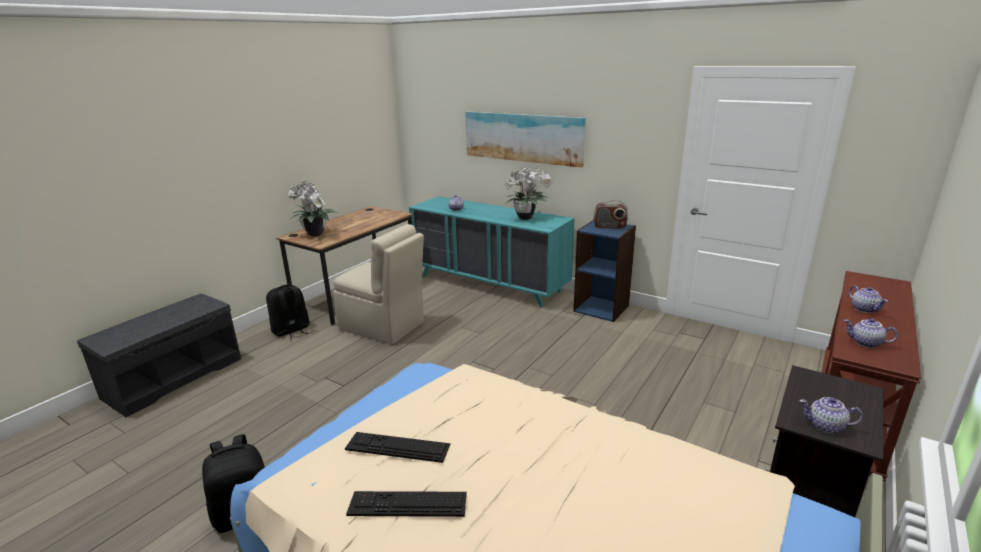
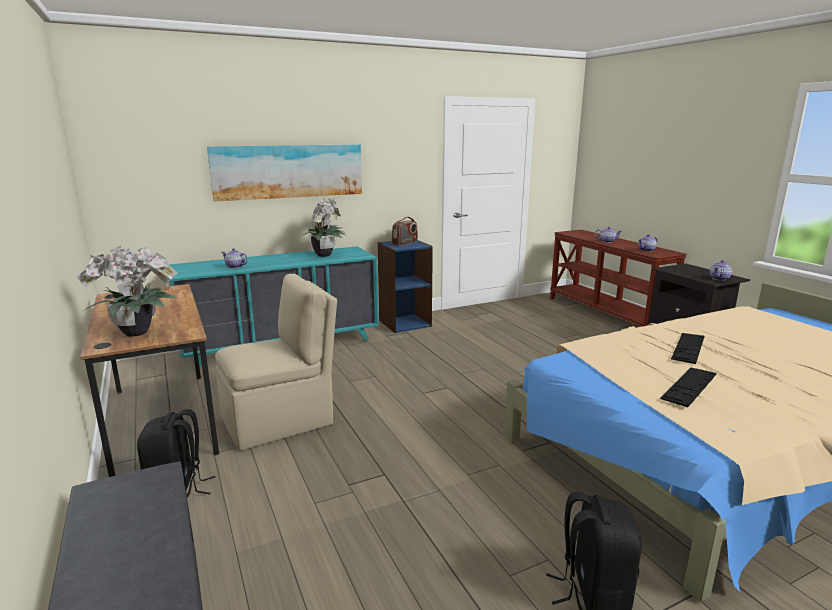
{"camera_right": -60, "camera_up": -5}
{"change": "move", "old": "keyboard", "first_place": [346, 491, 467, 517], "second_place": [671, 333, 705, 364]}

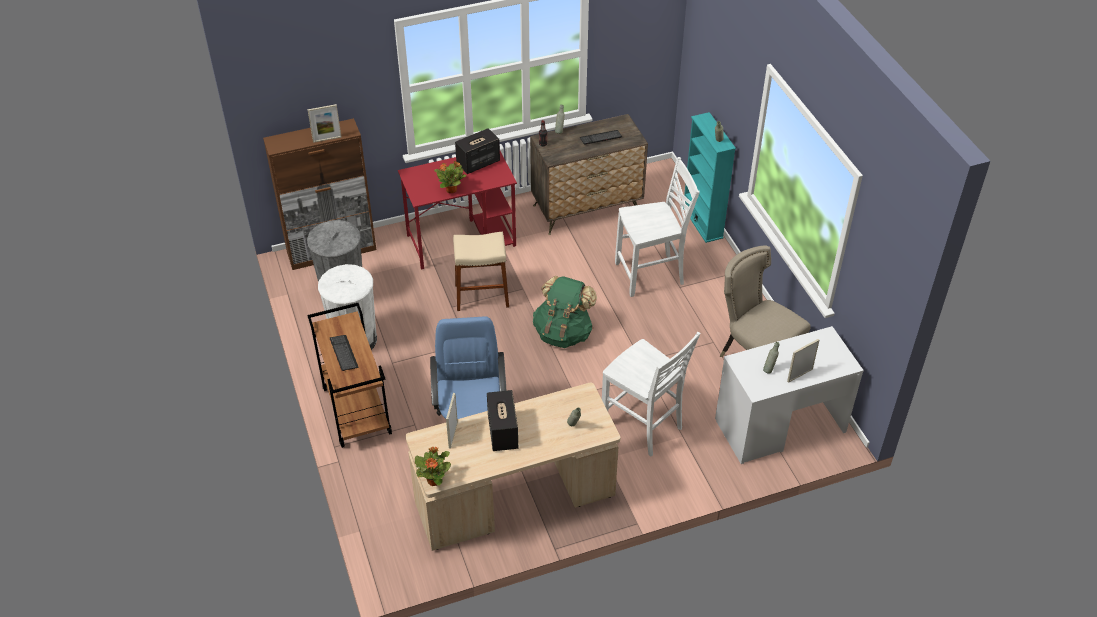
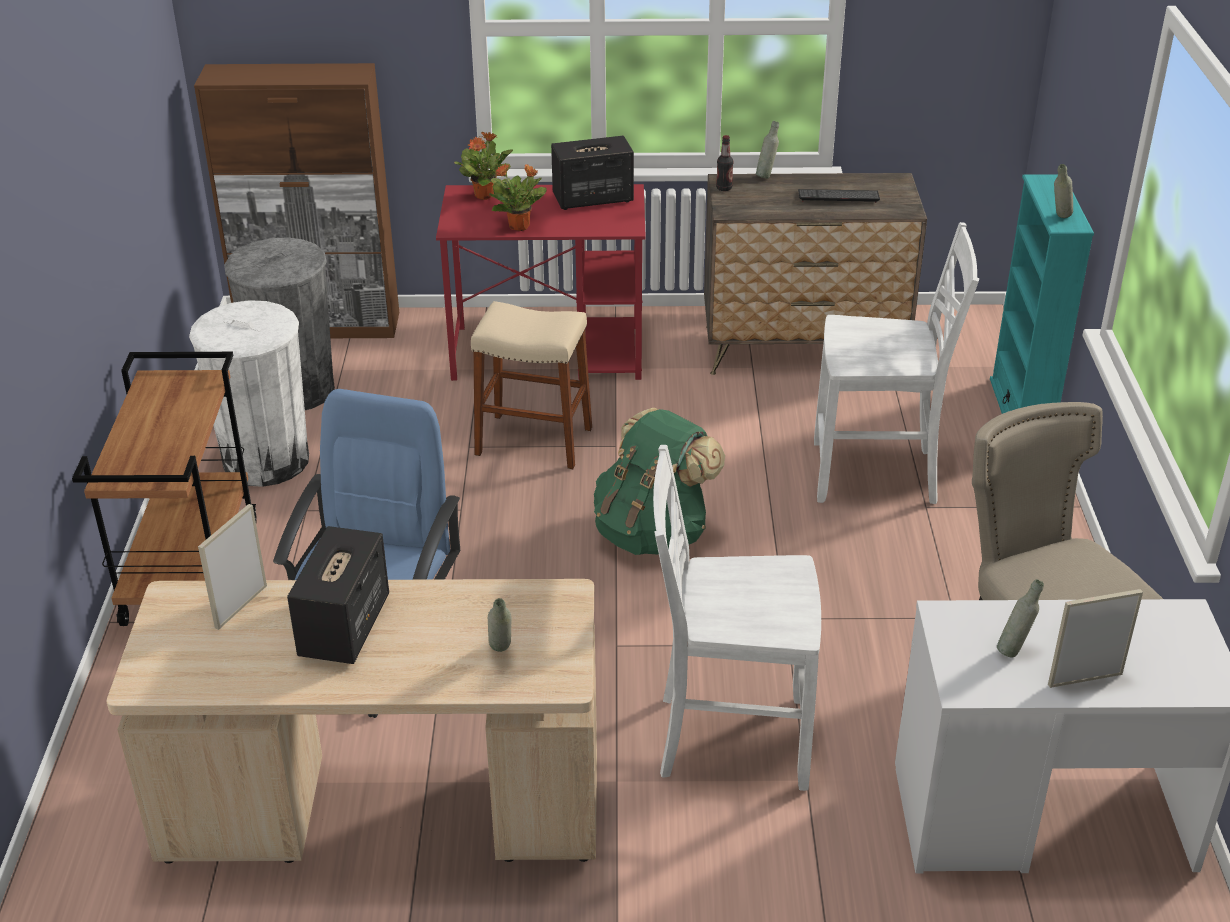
{"camera_right": 20, "camera_up": -10}
{"change": "delete", "old": "picture frame", "first_place": [307, 104, 341, 143]}
{"change": "delete", "old": "keyboard", "first_place": [330, 335, 359, 371]}
{"change": "move", "old": "potted plant", "first_place": [415, 446, 451, 486], "second_place": [454, 132, 513, 200]}
{"change": "rotate", "old": "white chair", "first_place": [602, 332, 700, 457], "second_place": [653, 445, 821, 791], "degrees": 120}

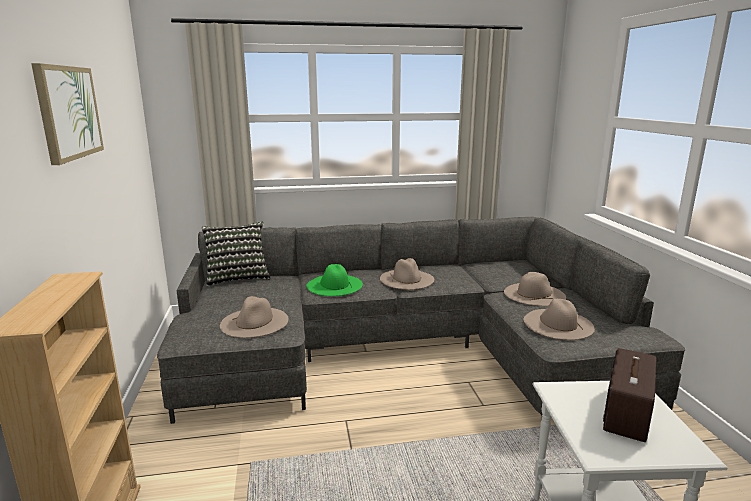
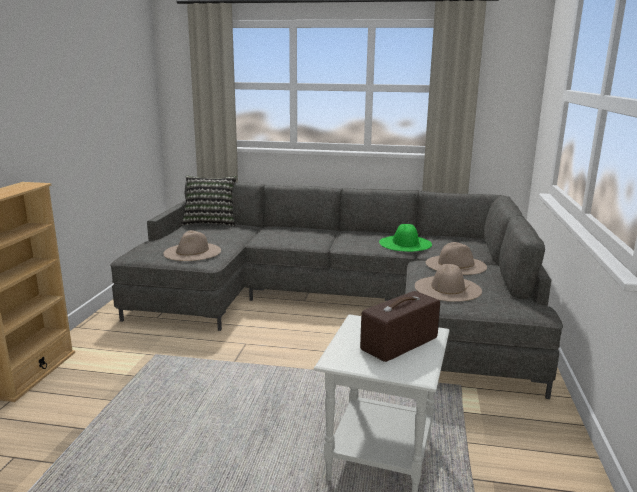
{"camera_right": 20, "camera_up": 0}
{"change": "delete", "old": "picture", "first_place": [31, 63, 104, 165]}
{"change": "delete", "old": "beige hat", "first_place": [380, 258, 434, 290]}
{"change": "move", "old": "green hat", "first_place": [307, 264, 363, 296], "second_place": [379, 224, 432, 252]}

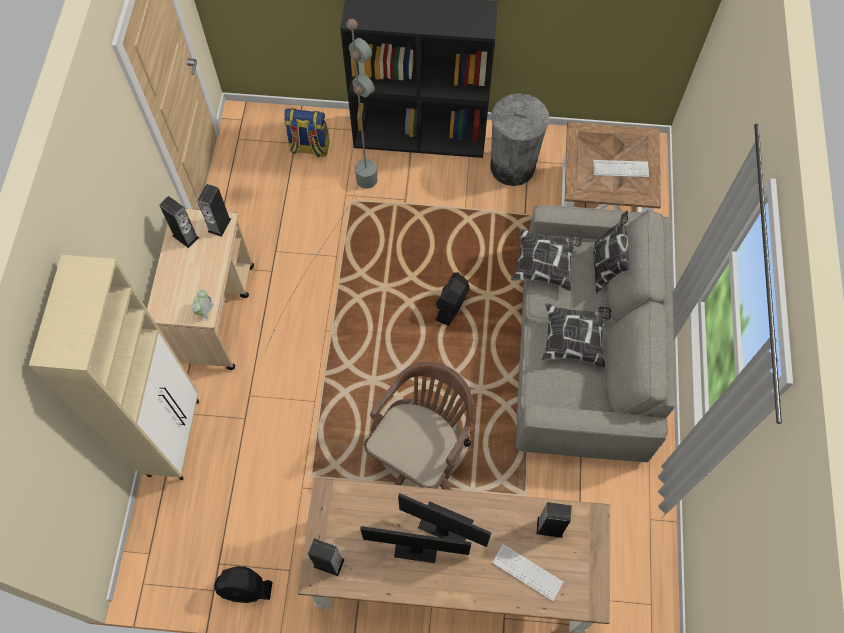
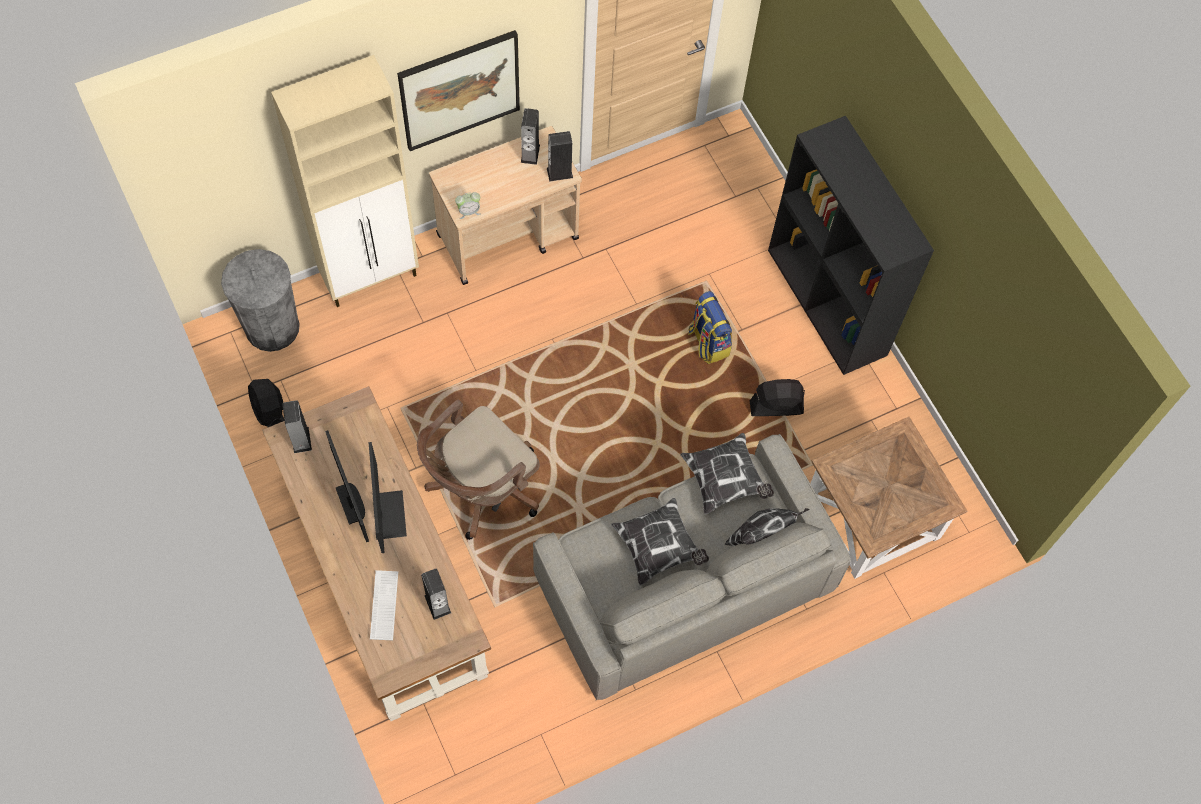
{"camera_right": 55, "camera_up": 0}
{"change": "delete", "old": "grey floor lamp", "first_place": [264, 19, 377, 354]}
{"change": "delete", "old": "keyboard", "first_place": [593, 160, 649, 177]}
{"change": "insert", "new": "picture", "second_place": [397, 30, 520, 151]}
{"change": "move", "old": "backpack", "first_place": [284, 108, 329, 158], "second_place": [688, 291, 732, 364]}
{"change": "move", "old": "black fan", "first_place": [436, 272, 469, 326], "second_place": [750, 379, 805, 416]}
{"change": "move", "old": "grey trash can", "first_place": [491, 93, 549, 186], "second_place": [221, 249, 300, 352]}
{"change": "rotate", "old": "brown office chair", "first_place": [364, 362, 474, 490], "second_place": [417, 400, 540, 540], "degrees": 135}

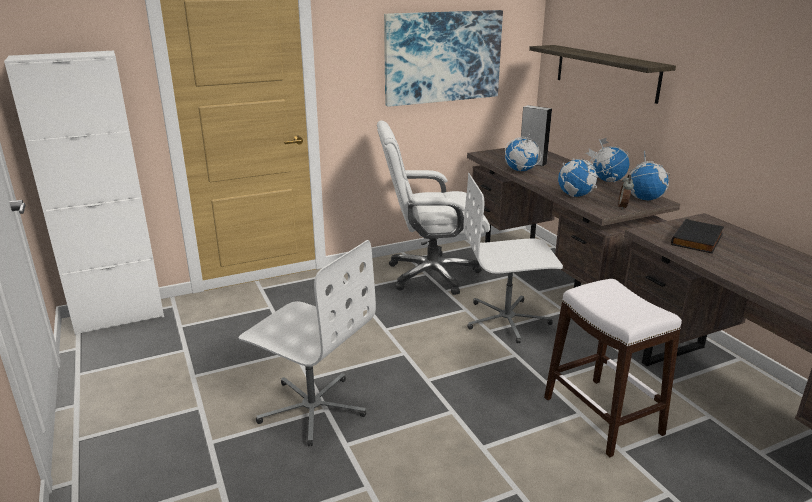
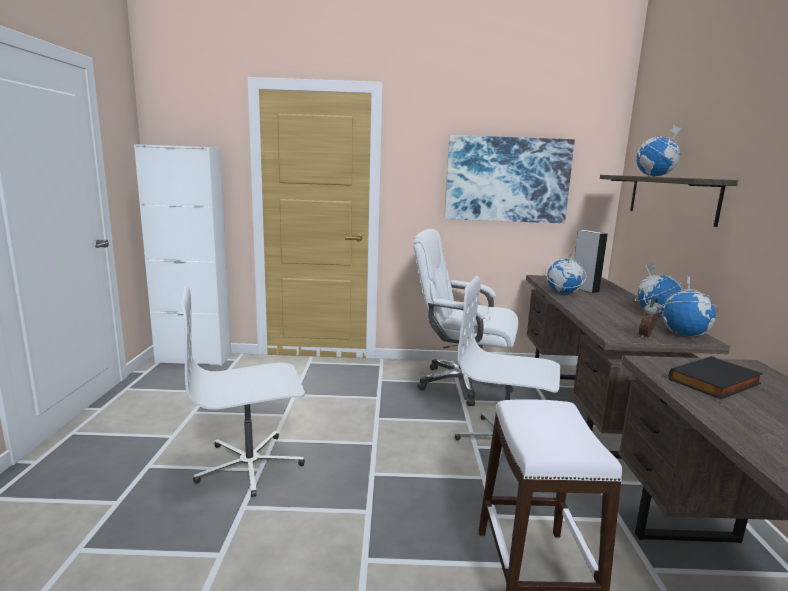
{"camera_right": 25, "camera_up": -10}
{"change": "move", "old": "globe", "first_place": [558, 148, 598, 197], "second_place": [636, 125, 682, 176]}
{"change": "rotate", "old": "white office chair", "first_place": [239, 240, 376, 446], "second_place": [181, 286, 305, 497], "degrees": 105}

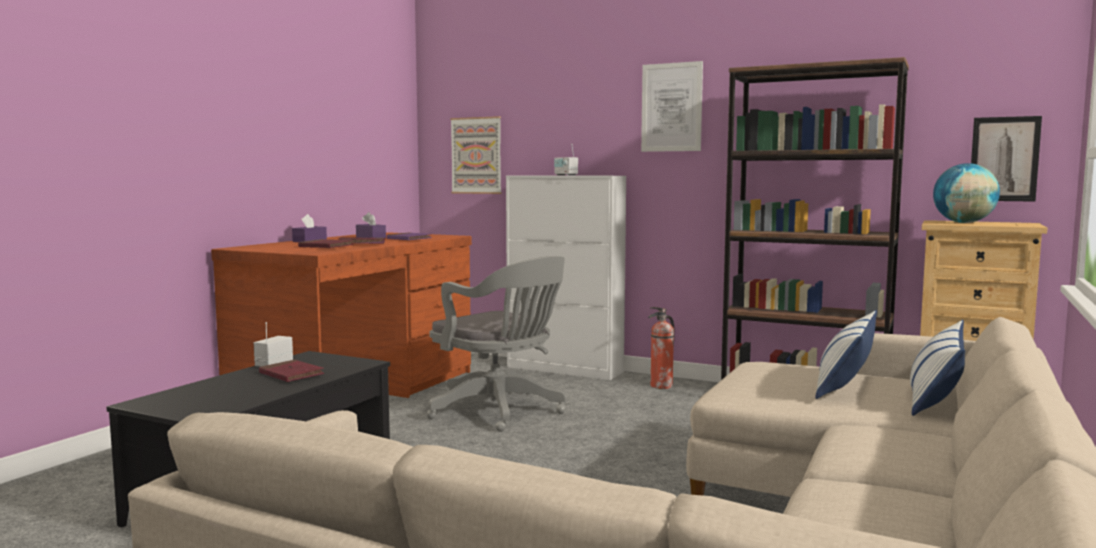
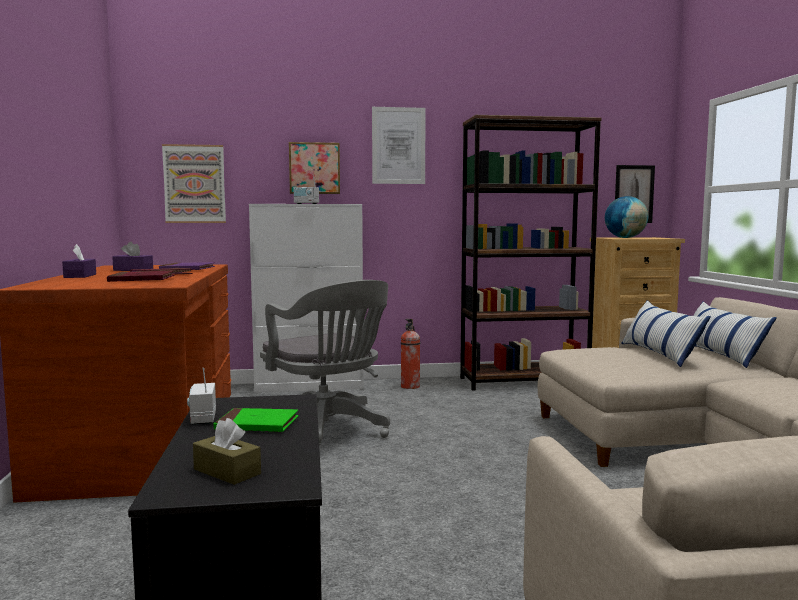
{"camera_right": -35, "camera_up": 0}
{"change": "insert", "new": "brown tissue box", "second_place": [193, 418, 261, 485]}
{"change": "insert", "new": "picture", "second_place": [289, 142, 340, 194]}
{"change": "recolor", "old": "red book", "new": "green book", "first_place": [259, 360, 324, 382], "second_place": [214, 408, 299, 432]}
{"change": "rotate", "old": "grey office chair", "first_place": [427, 256, 566, 432], "second_place": [260, 280, 390, 445], "degrees": 45}

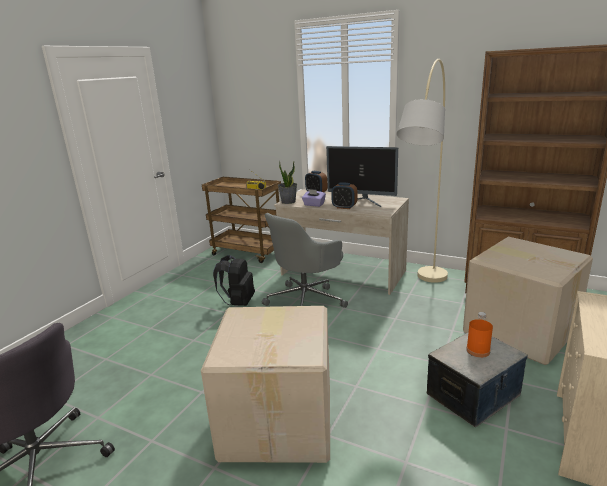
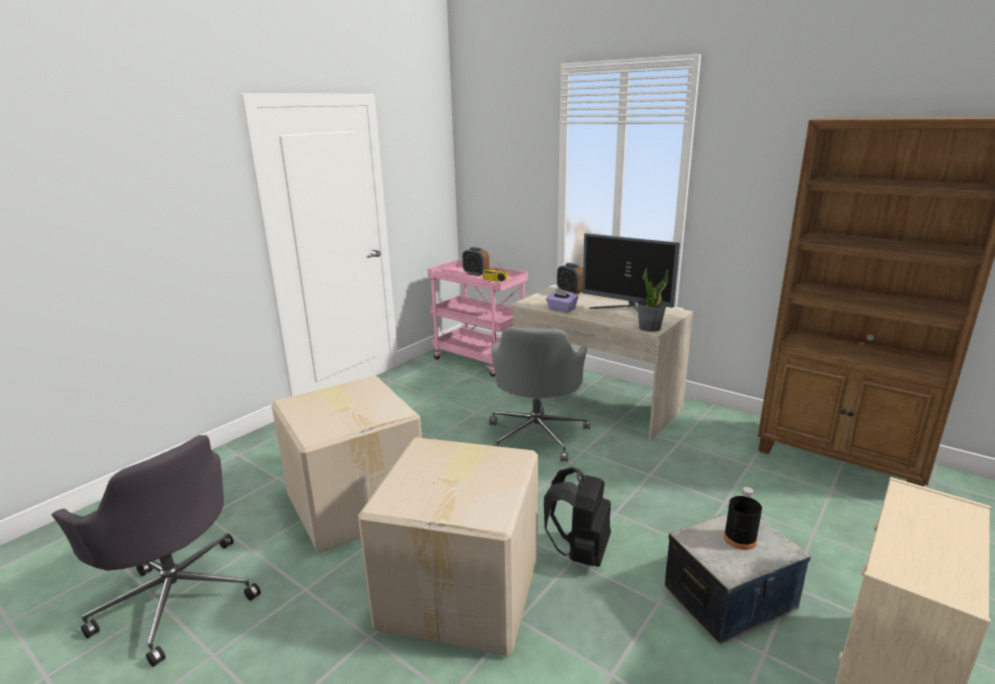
{"camera_right": 10, "camera_up": 0}
{"change": "delete", "old": "beige floor lamp", "first_place": [396, 59, 448, 283]}
{"change": "move", "old": "black backpack", "first_place": [213, 255, 255, 306], "second_place": [544, 467, 611, 567]}
{"change": "move", "old": "potted plant", "first_place": [278, 161, 297, 204], "second_place": [637, 268, 668, 332]}
{"change": "move", "old": "alarm clock", "first_place": [331, 182, 357, 209], "second_place": [462, 247, 489, 276]}
{"change": "move", "old": "cardboard box", "first_place": [463, 237, 593, 365], "second_place": [271, 375, 422, 553]}
{"change": "recolor", "old": "brown cart", "new": "pink cart", "first_place": [202, 177, 281, 263], "second_place": [428, 260, 528, 377]}
{"change": "recolor", "old": "orange bottle", "new": "black bottle", "first_place": [466, 312, 493, 358], "second_place": [724, 487, 762, 550]}
{"change": "rotate", "old": "grey office chair", "first_place": [262, 213, 348, 308], "second_place": [489, 327, 590, 462], "degrees": -45}

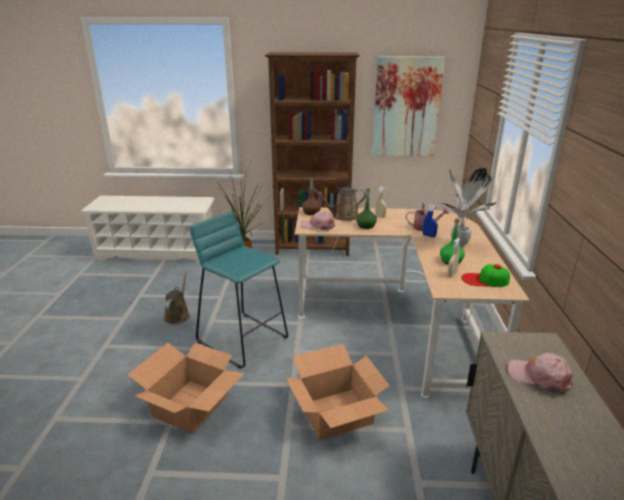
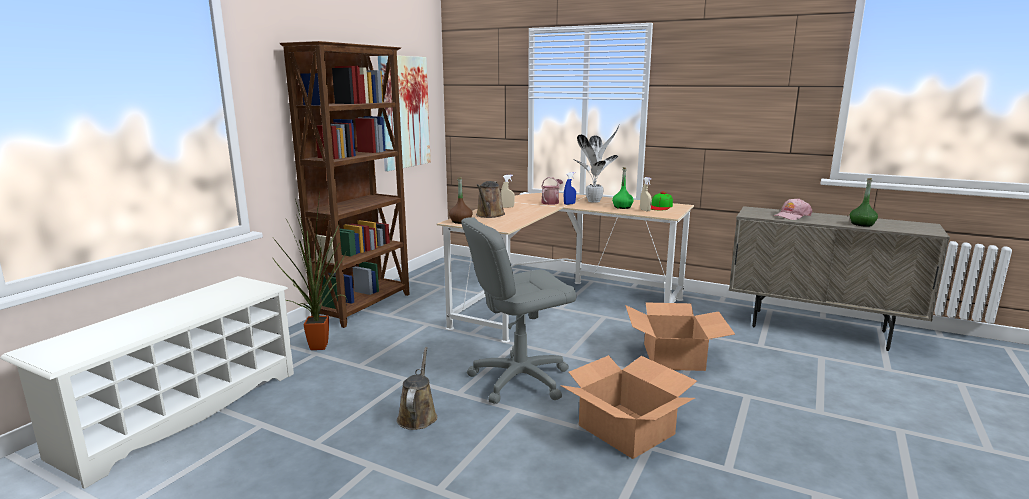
{"camera_right": -65, "camera_up": -10}
{"change": "delete", "old": "pink cap", "first_place": [301, 211, 335, 230]}
{"change": "move", "old": "green bottle", "first_place": [356, 188, 377, 229], "second_place": [850, 178, 878, 227]}
{"change": "replace", "old": "turquoise stool", "new": "grey office chair", "first_place": [190, 211, 288, 369], "second_place": [461, 218, 576, 404]}
{"change": "rotate", "old": "brown watering can", "first_place": [164, 272, 190, 324], "second_place": [397, 347, 437, 430], "degrees": 60}

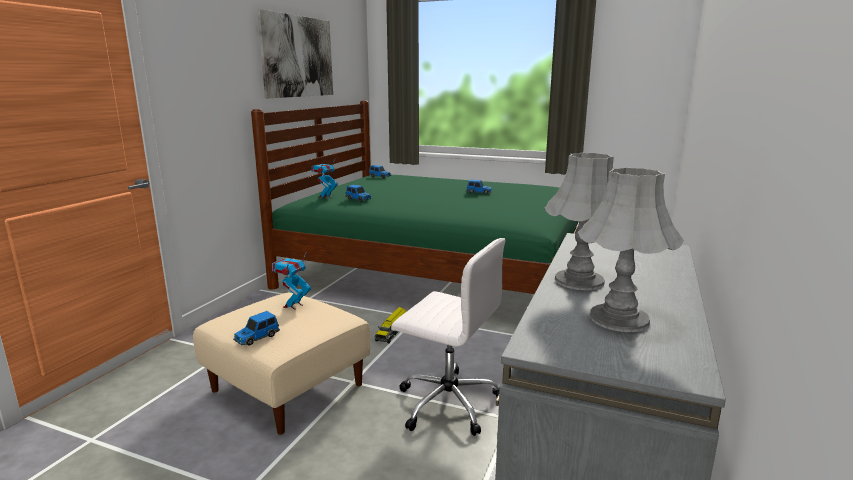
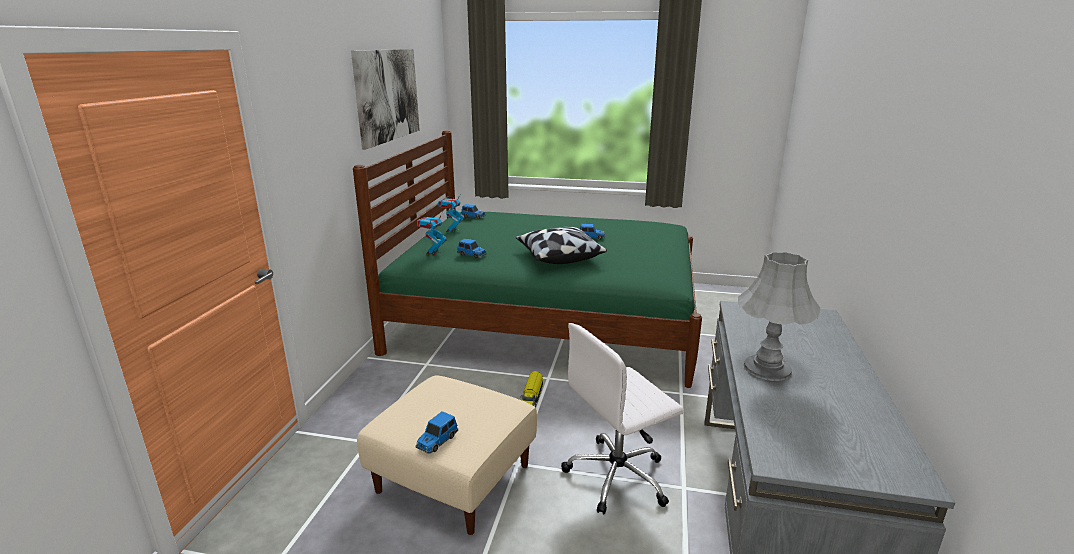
{"camera_right": -10, "camera_up": 5}
{"change": "delete", "old": "grey table lamp", "first_place": [578, 167, 684, 332]}
{"change": "insert", "new": "pillow", "second_place": [516, 227, 607, 264]}
{"change": "move", "old": "toy robot", "first_place": [272, 253, 311, 310], "second_place": [438, 193, 464, 232]}
{"change": "rotate", "old": "white office chair", "first_place": [391, 238, 506, 436], "second_place": [561, 323, 684, 515], "degrees": 135}

